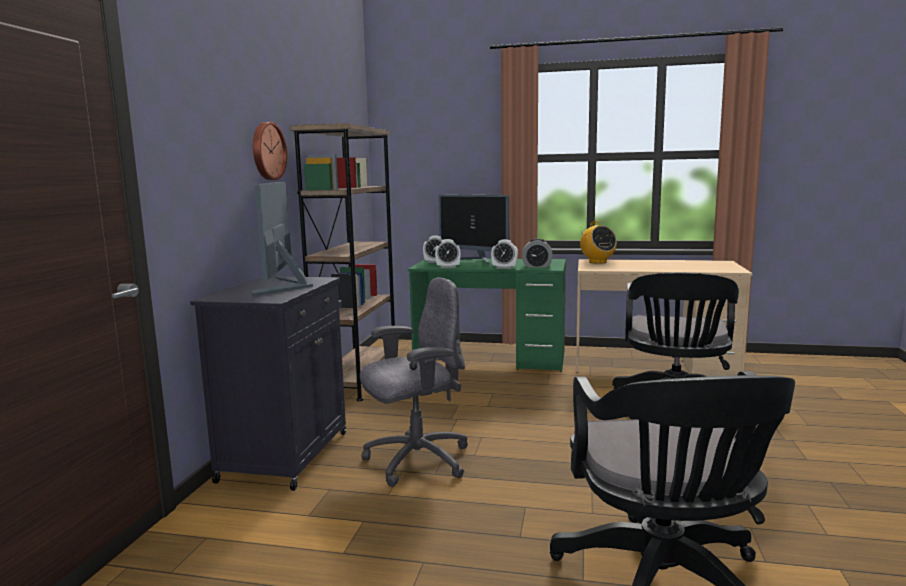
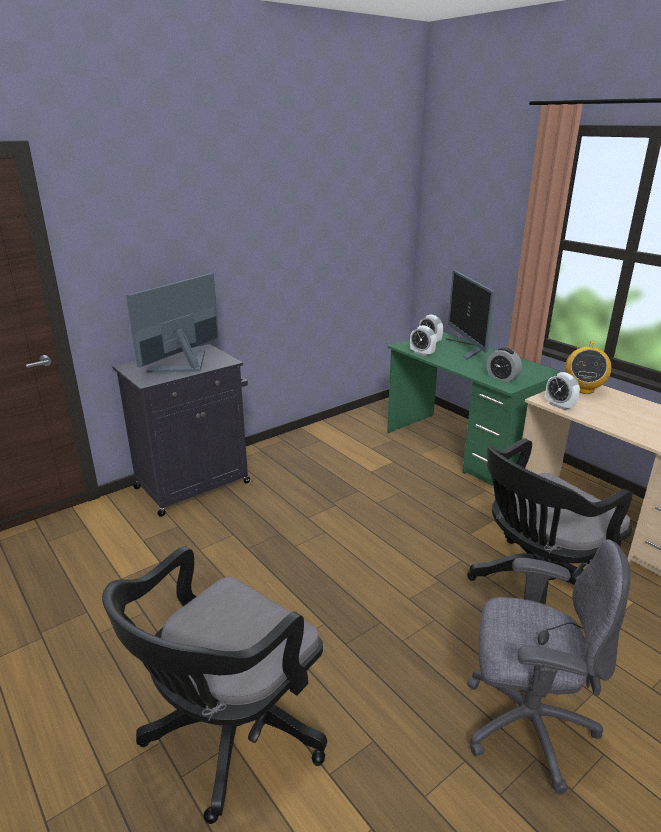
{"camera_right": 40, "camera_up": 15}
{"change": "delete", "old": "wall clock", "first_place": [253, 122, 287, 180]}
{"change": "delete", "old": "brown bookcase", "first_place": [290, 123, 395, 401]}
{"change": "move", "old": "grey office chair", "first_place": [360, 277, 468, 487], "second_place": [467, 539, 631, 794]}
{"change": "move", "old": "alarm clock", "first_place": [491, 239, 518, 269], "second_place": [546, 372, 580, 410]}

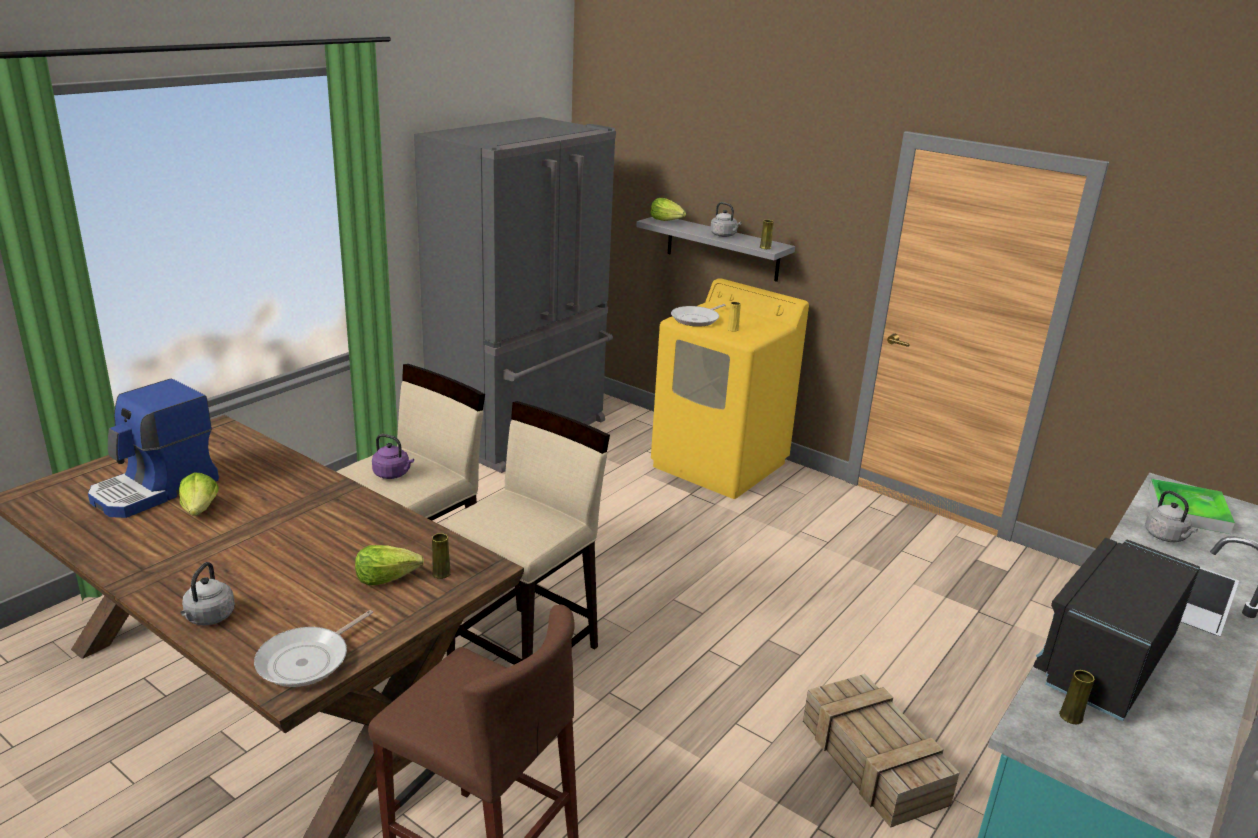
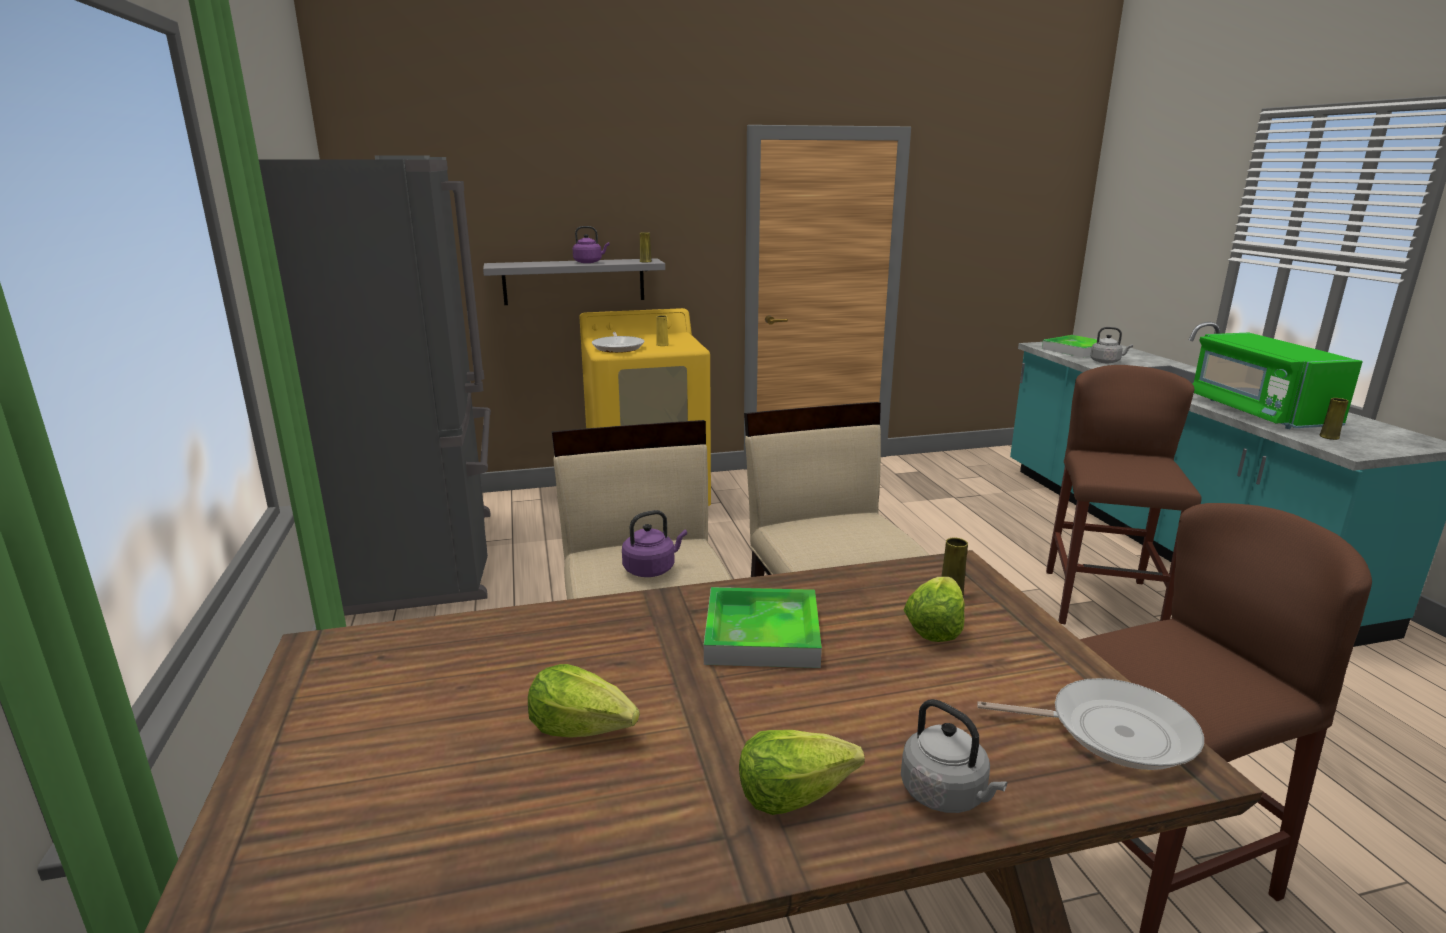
{"camera_right": -50, "camera_up": -5}
{"change": "delete", "old": "coffee machine", "first_place": [88, 379, 219, 518]}
{"change": "insert", "new": "tray", "second_place": [704, 587, 822, 668]}
{"change": "move", "old": "lettuce", "first_place": [651, 198, 686, 221], "second_place": [739, 730, 865, 815]}
{"change": "replace", "old": "crate", "new": "brown stool", "first_place": [803, 674, 959, 828], "second_place": [1046, 365, 1202, 624]}
{"change": "recolor", "old": "grey kettle", "new": "purple kettle", "first_place": [710, 202, 741, 237], "second_place": [573, 226, 609, 263]}
{"change": "recolor", "old": "black microwave", "new": "green microwave", "first_place": [1033, 538, 1200, 721], "second_place": [1193, 333, 1363, 429]}
{"change": "rotate", "old": "frying pan", "first_place": [254, 610, 373, 687], "second_place": [977, 678, 1204, 770], "degrees": -60}

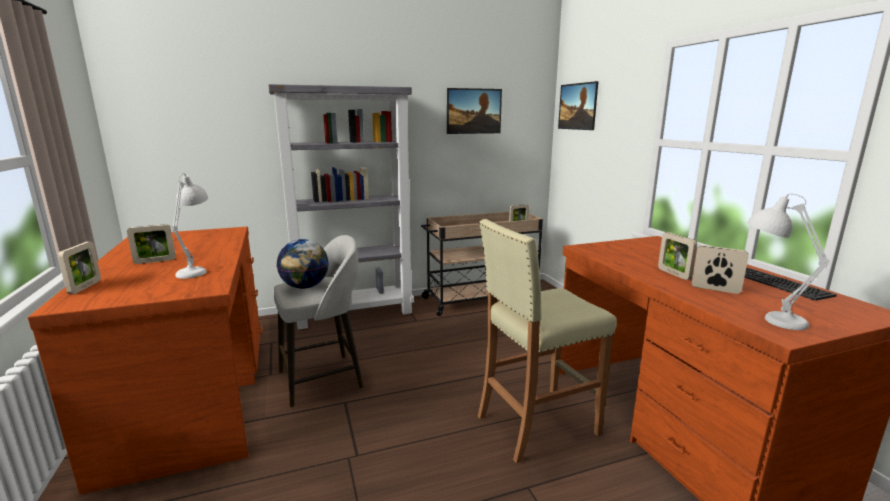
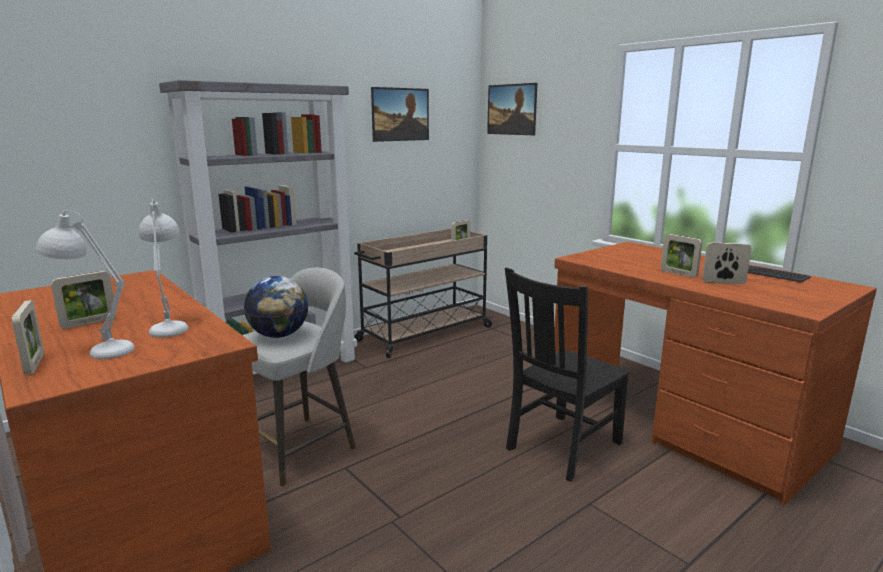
{"camera_right": -20, "camera_up": 0}
{"change": "move", "old": "white table lamp", "first_place": [747, 193, 830, 330], "second_place": [36, 210, 135, 359]}
{"change": "replace", "old": "beige stool", "new": "black chair", "first_place": [478, 219, 617, 463], "second_place": [505, 268, 629, 482]}

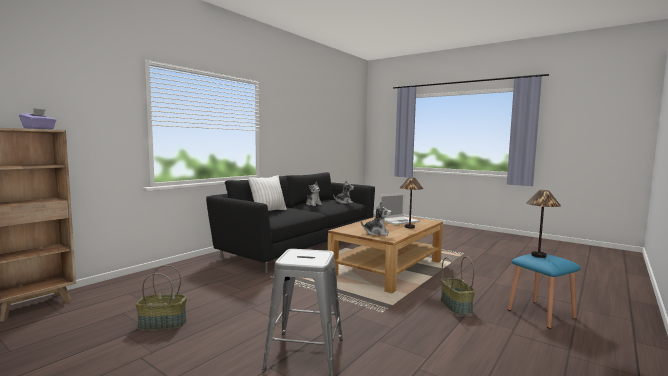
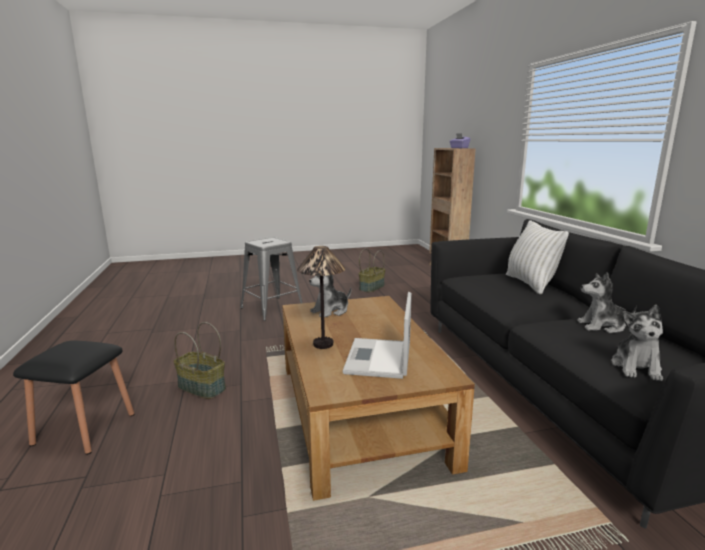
{"camera_right": 130, "camera_up": 10}
{"change": "delete", "old": "table lamp", "first_place": [526, 190, 561, 258]}
{"change": "recolor", "old": "blue stool", "new": "black stool", "first_place": [507, 254, 581, 329], "second_place": [13, 341, 134, 455]}

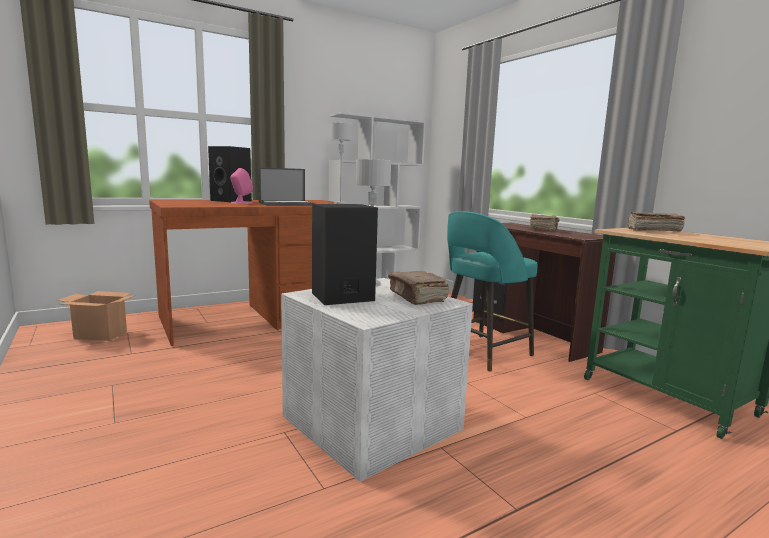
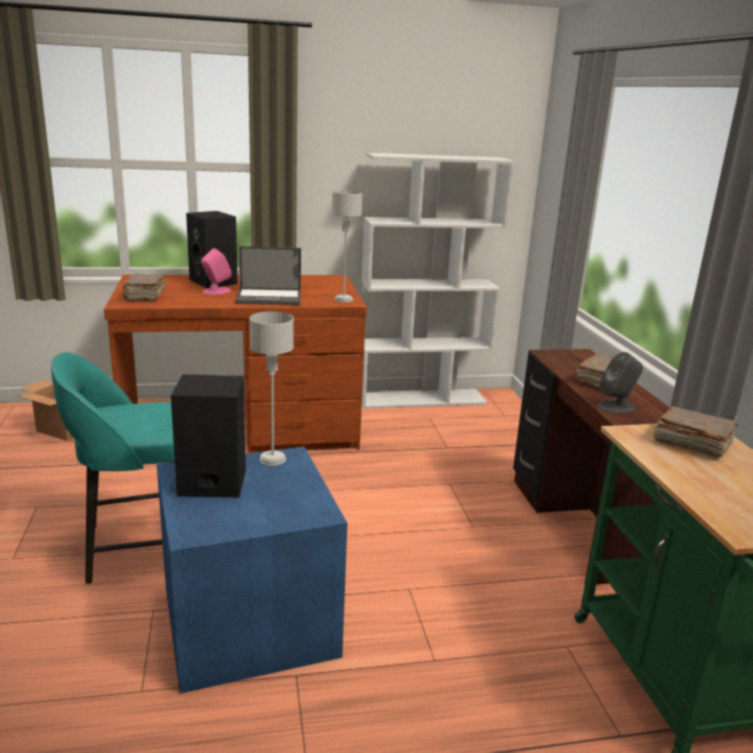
{"camera_right": 20, "camera_up": 10}
{"change": "insert", "new": "grey speaker", "second_place": [597, 352, 643, 413]}
{"change": "move", "old": "brown book", "first_place": [388, 271, 450, 305], "second_place": [123, 274, 166, 301]}
{"change": "move", "old": "turquoise stool", "first_place": [447, 211, 538, 372], "second_place": [51, 352, 175, 584]}
{"change": "recolor", "old": "white storage box", "new": "blue storage box", "first_place": [281, 278, 473, 482], "second_place": [157, 447, 347, 694]}

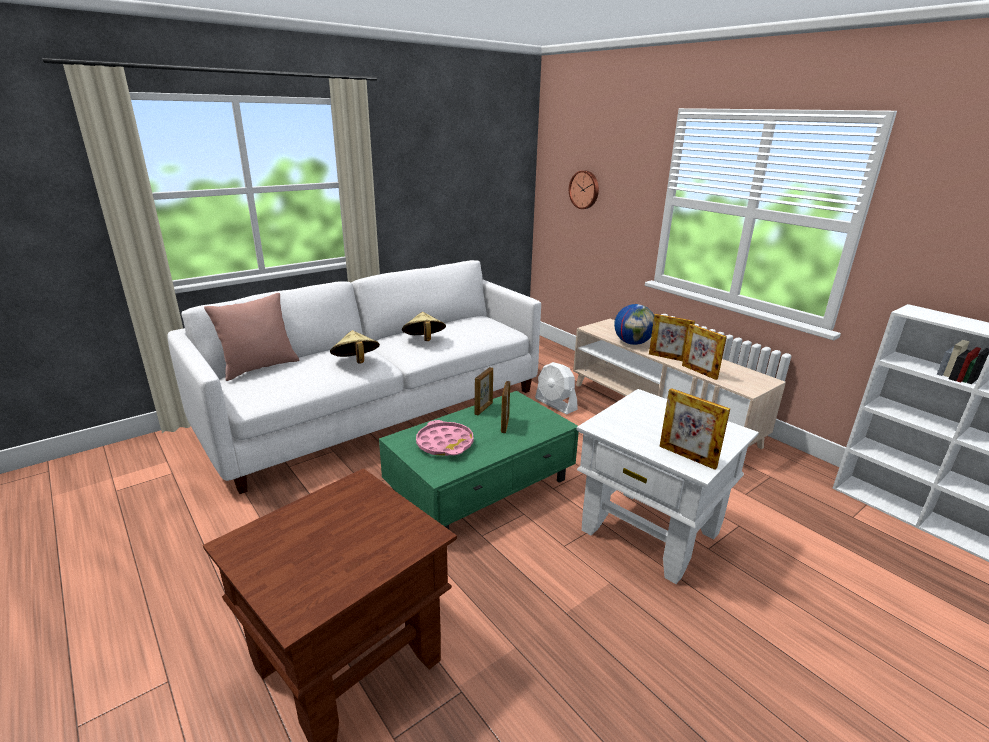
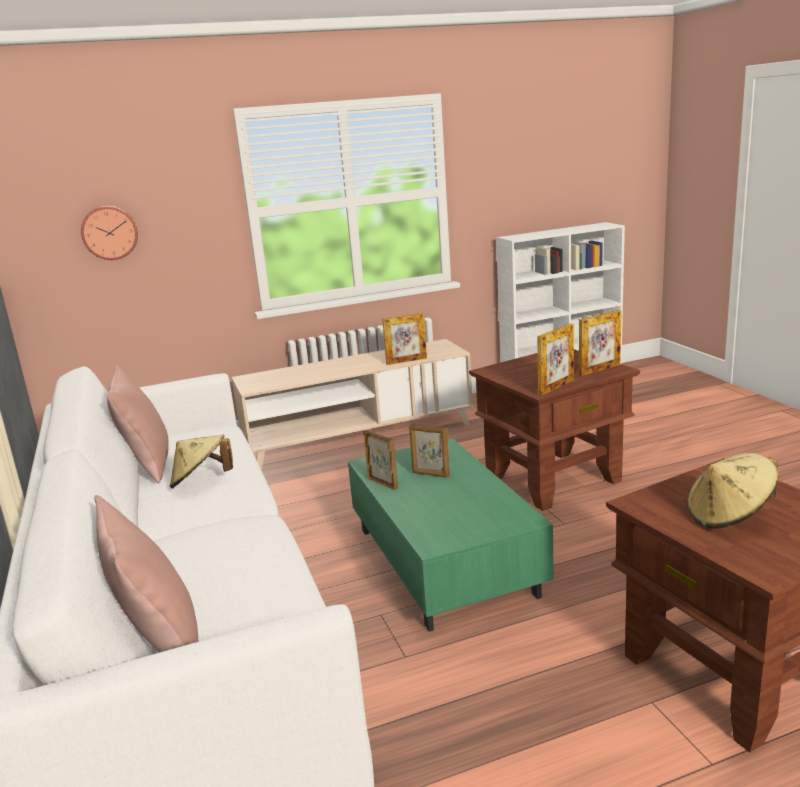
{"camera_right": -70, "camera_up": -5}
{"change": "delete", "old": "pink tray", "first_place": [416, 420, 474, 456]}
{"change": "delete", "old": "white fan", "first_place": [535, 362, 578, 414]}
{"change": "delete", "old": "globe", "first_place": [614, 304, 654, 345]}
{"change": "insert", "new": "pink pillow", "second_place": [107, 365, 169, 483]}
{"change": "move", "old": "beige hat", "first_place": [330, 330, 380, 363], "second_place": [687, 453, 778, 529]}
{"change": "move", "old": "picture frame", "first_place": [649, 314, 695, 361], "second_place": [537, 324, 574, 396]}
{"change": "recolor", "old": "white side table", "new": "brown side table", "first_place": [576, 389, 759, 584], "second_place": [469, 349, 640, 511]}

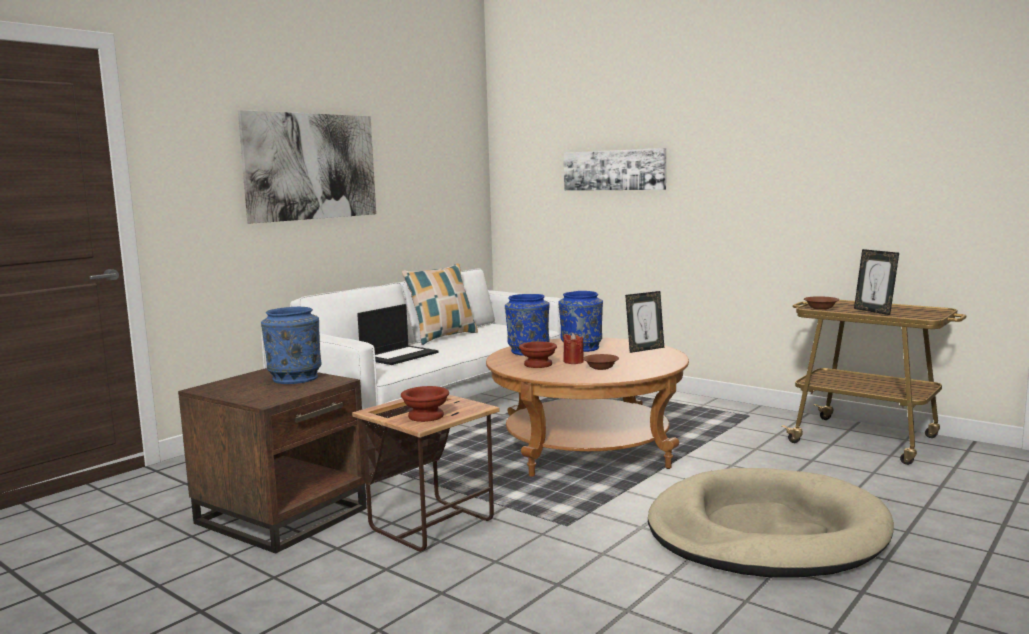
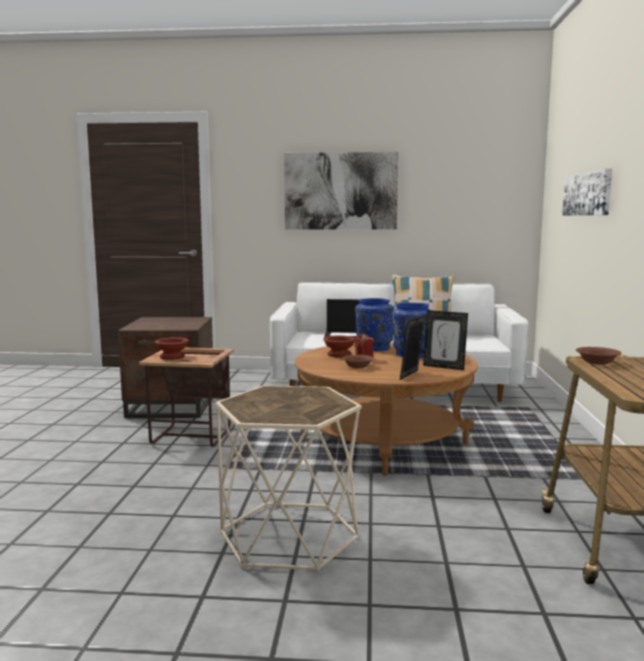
{"camera_right": 55, "camera_up": 0}
{"change": "delete", "old": "blue vase", "first_place": [261, 307, 322, 384]}
{"change": "move", "old": "picture frame", "first_place": [854, 249, 899, 315], "second_place": [400, 315, 426, 380]}
{"change": "replace", "old": "beige dog bed", "new": "beige side table", "first_place": [648, 468, 894, 578], "second_place": [216, 385, 361, 572]}

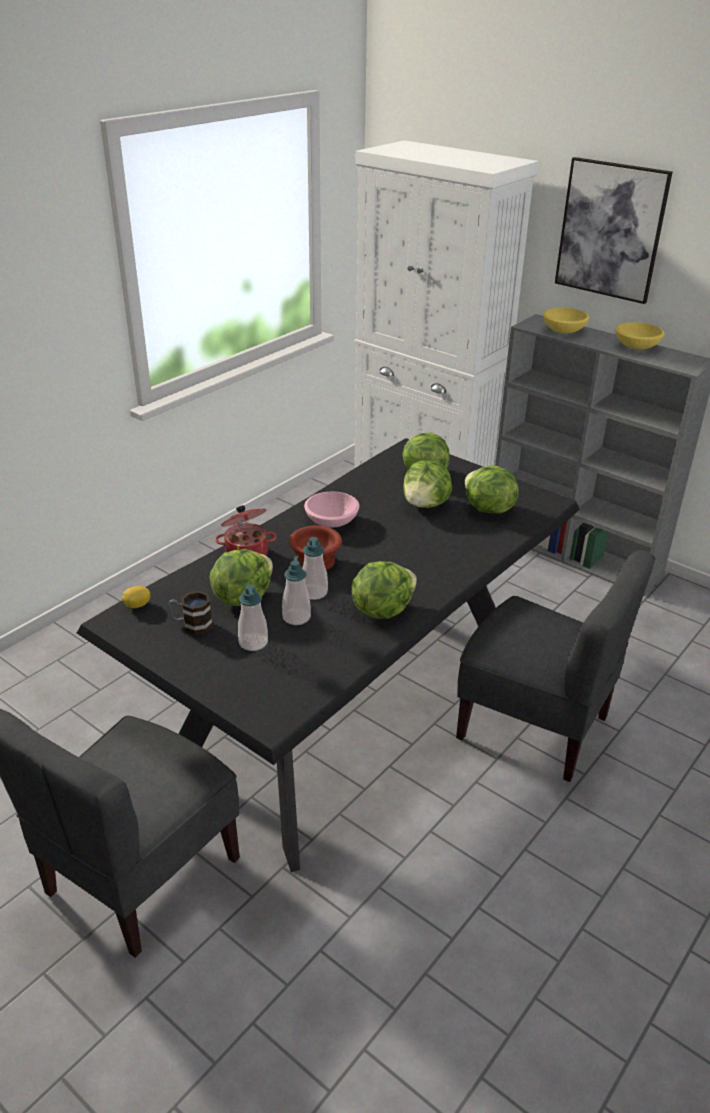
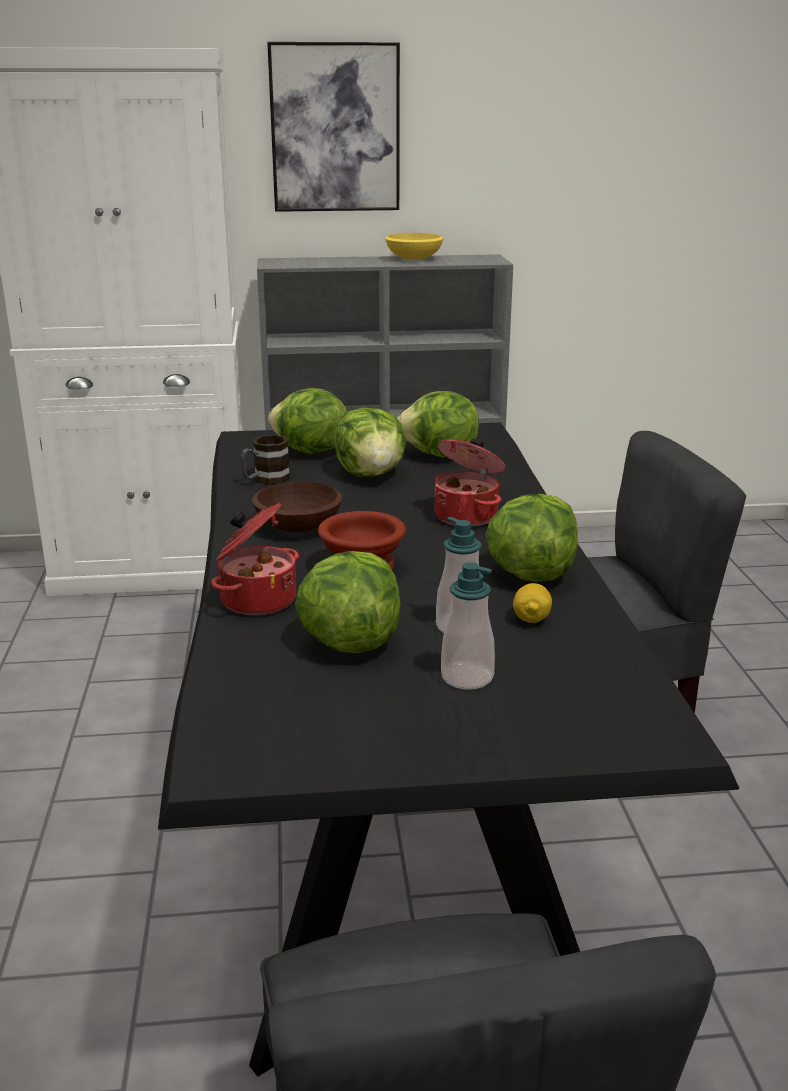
{"camera_right": -45, "camera_up": -10}
{"change": "delete", "old": "soap dispenser", "first_place": [302, 537, 328, 600]}
{"change": "delete", "old": "yellow bowl", "first_place": [543, 308, 589, 333]}
{"change": "insert", "new": "cooking pot", "second_place": [435, 438, 505, 527]}
{"change": "move", "old": "lemon", "first_place": [122, 586, 150, 608], "second_place": [513, 583, 552, 623]}
{"change": "move", "old": "mug", "first_place": [168, 591, 213, 635], "second_place": [241, 435, 290, 485]}
{"change": "recolor", "old": "pink bowl", "new": "brown bowl", "first_place": [304, 492, 359, 527], "second_place": [252, 482, 342, 533]}

